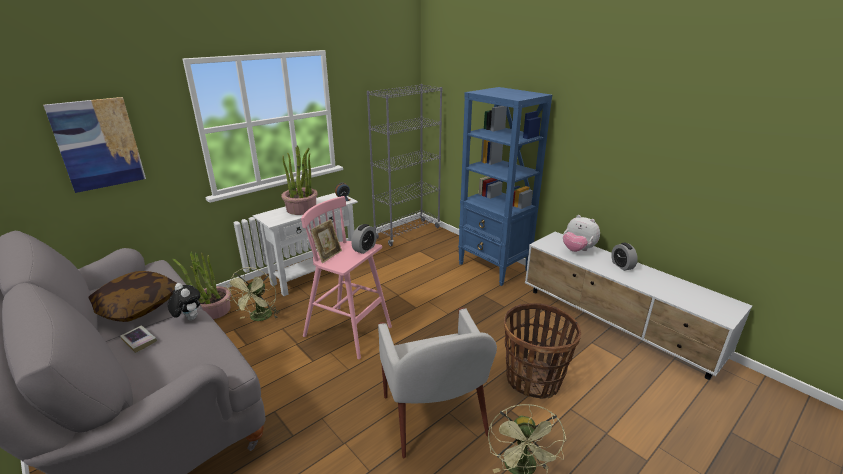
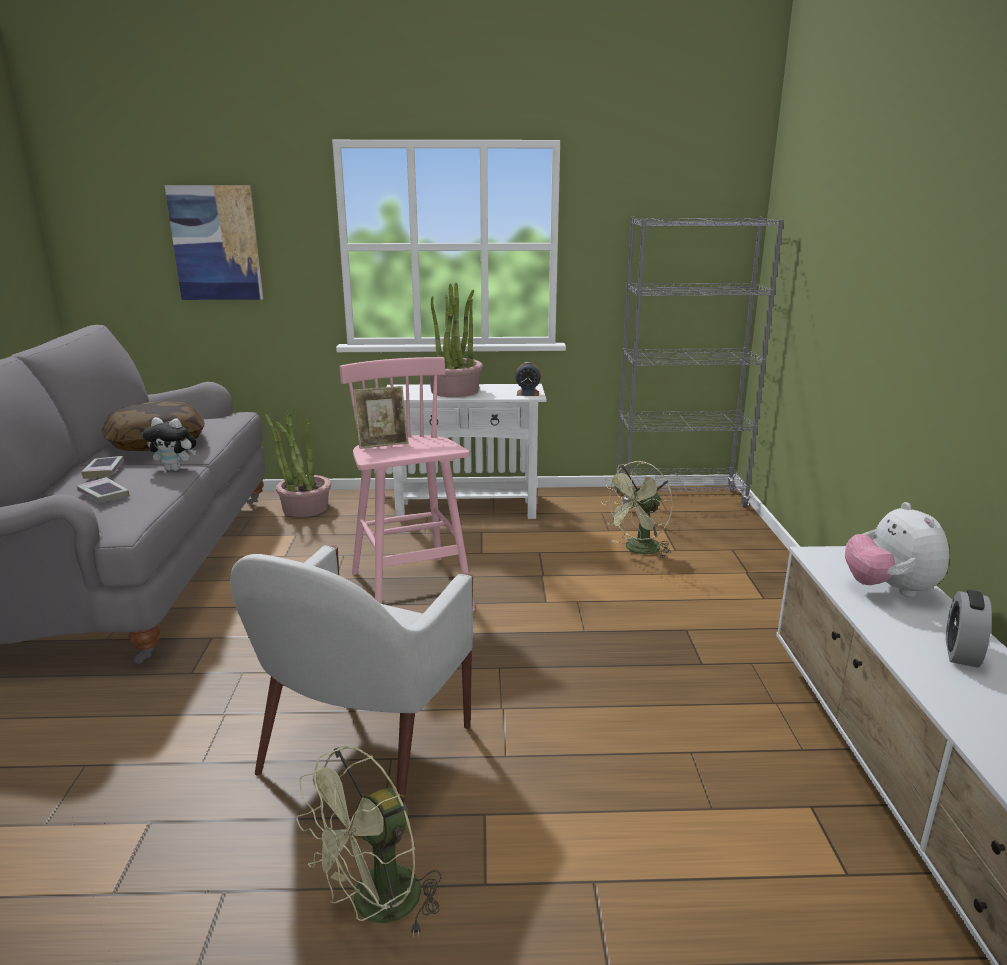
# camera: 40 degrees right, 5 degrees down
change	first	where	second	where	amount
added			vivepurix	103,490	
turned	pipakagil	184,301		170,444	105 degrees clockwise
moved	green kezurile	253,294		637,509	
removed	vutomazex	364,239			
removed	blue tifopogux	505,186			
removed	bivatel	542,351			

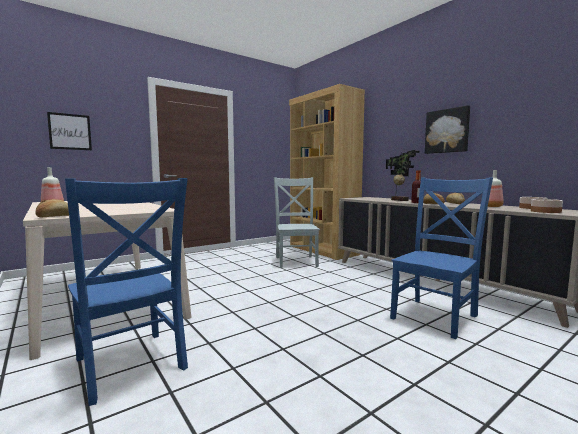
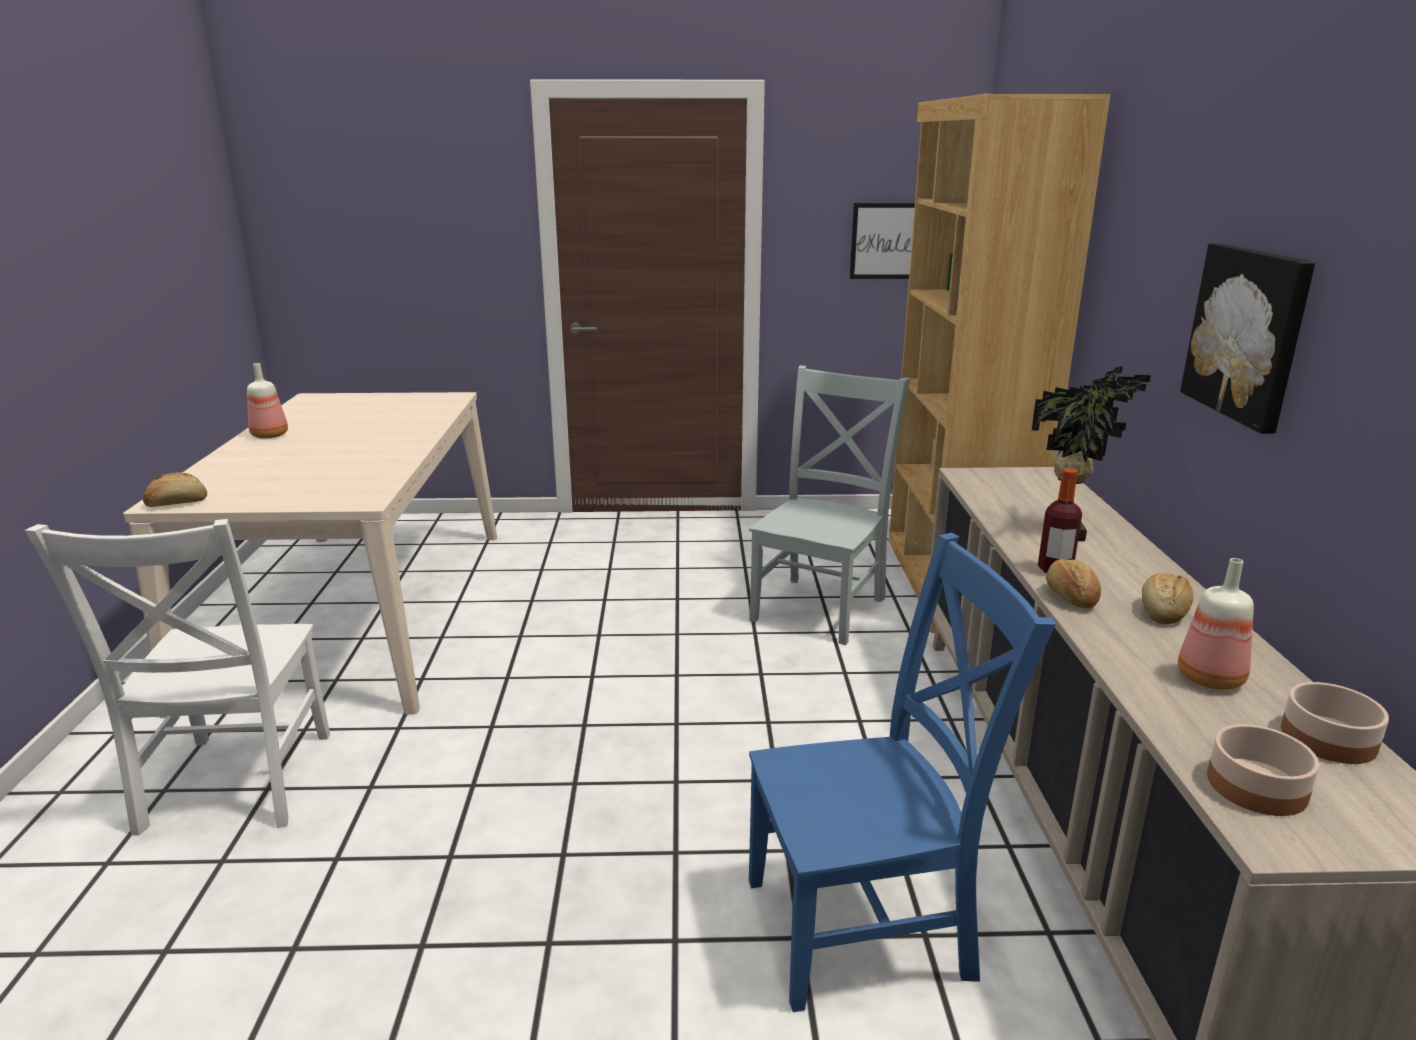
# camera: 35 degrees right, 15 degrees up
change	first	where	second	where	amount
recoloured	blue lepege	126,292	white lepege	177,677	
moved	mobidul	69,131		882,241	

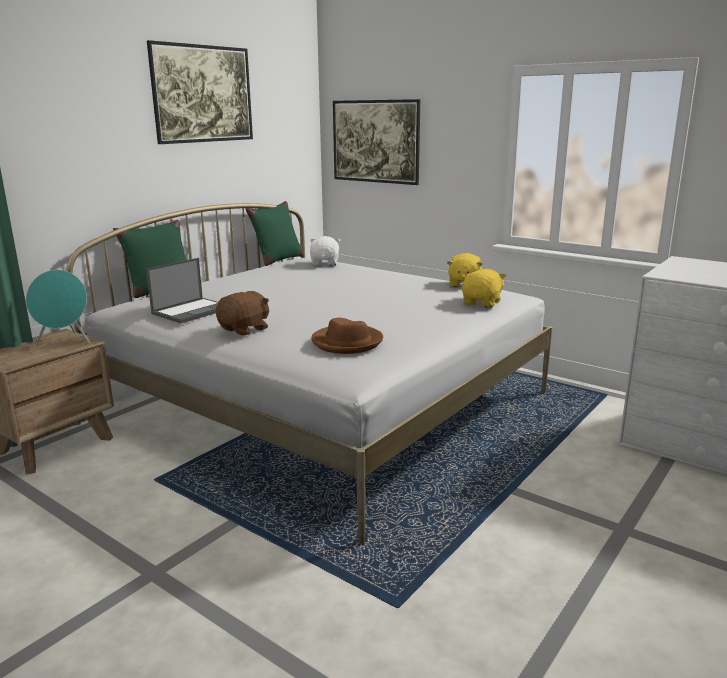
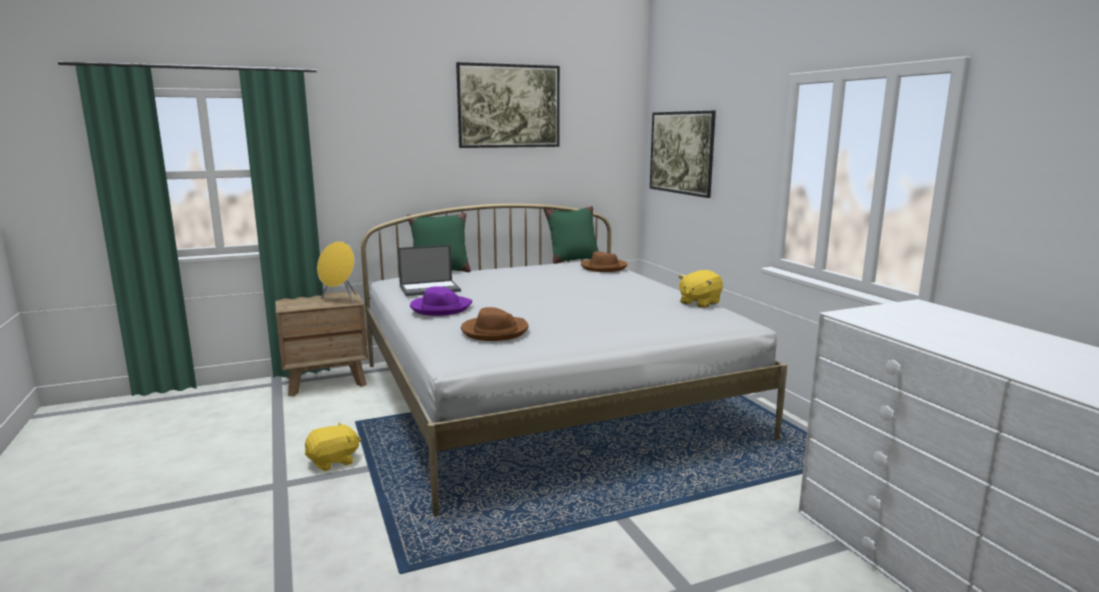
# camera: 30 degrees right, 5 degrees down
change	first	where	second	where	amount
moved	yellow pipakagil	484,288		333,446	
recoloured	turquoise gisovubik	58,307	yellow gisovubik	337,272	
replaced	brown pipakagil	242,313	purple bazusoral	441,301	
replaced	white pipakagil	325,251	brown bazusoral	604,262	

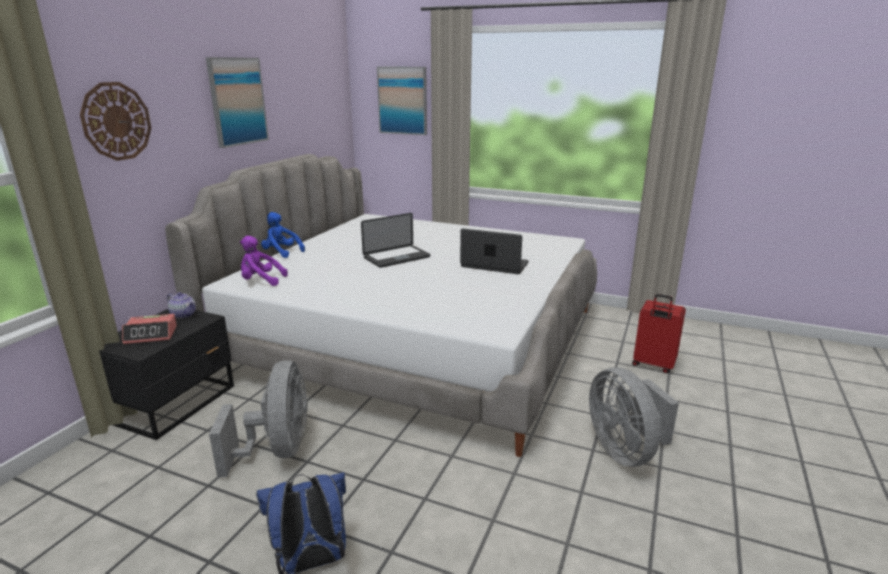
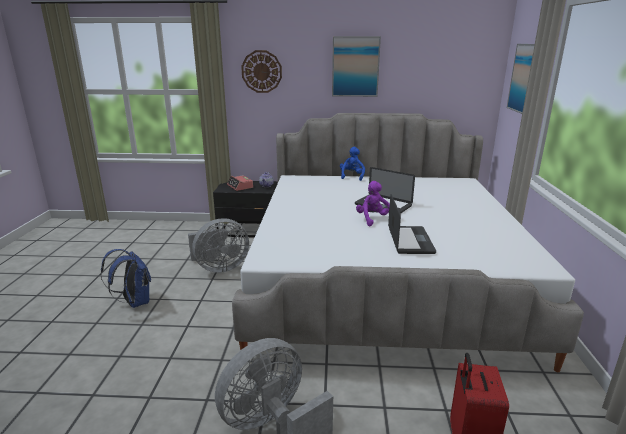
# camera: 70 degrees right, 0 degrees up
change	first	where	second	where	amount
moved	purple pipakagil	264,261		373,203	

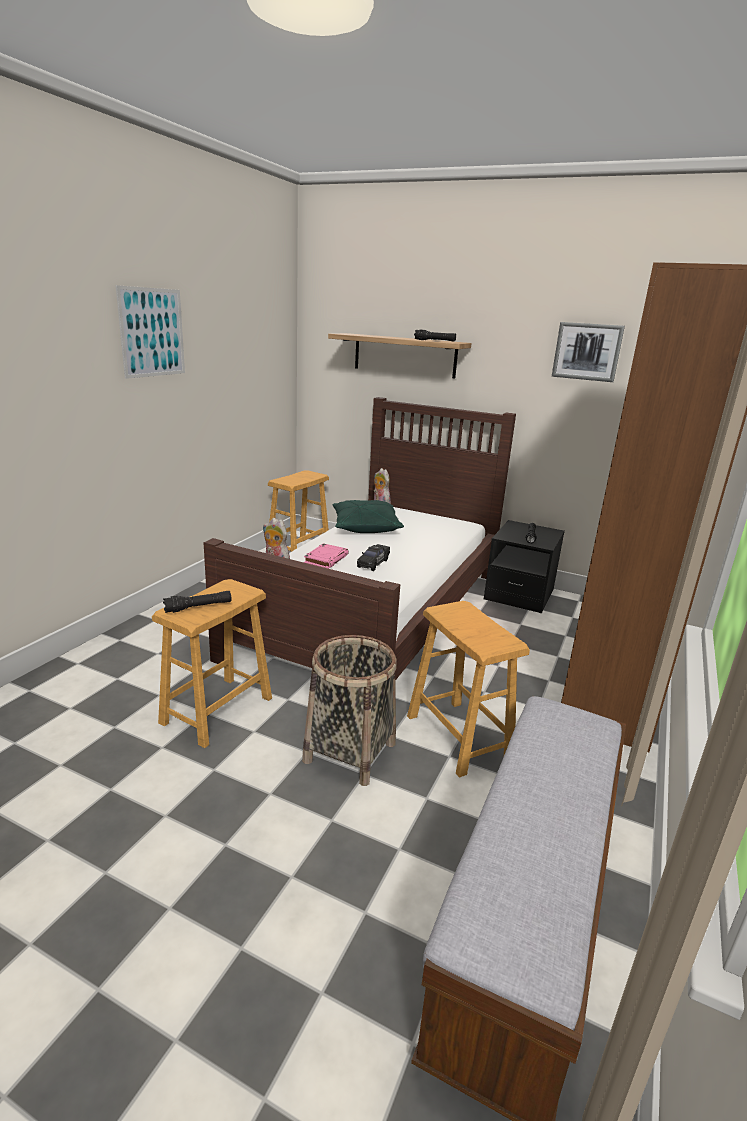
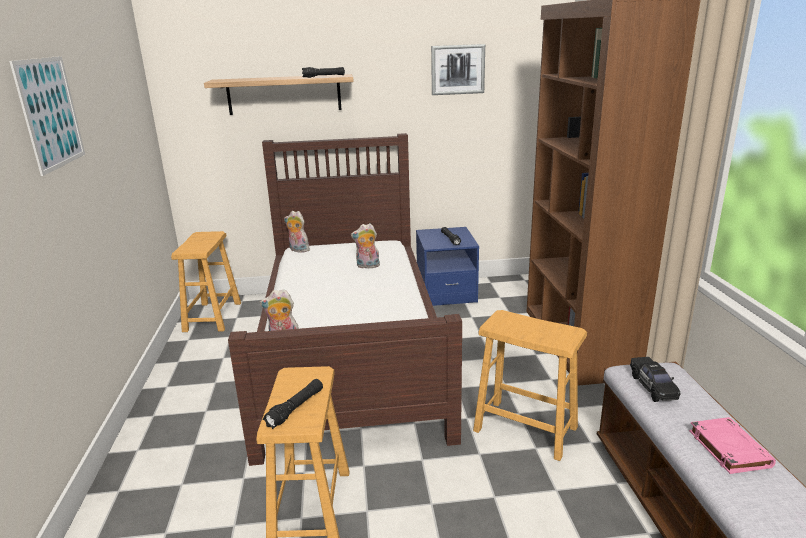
# camera: 30 degrees left, 0 degrees up
change	first	where	second	where	amount
added			pipakagil	365,245	
recoloured	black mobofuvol	524,566	blue mobofuvol	447,266	
moved	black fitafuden	373,557		655,379	
moved	pink vivepurix	326,556		732,445	
removed	bivatel	349,710			
removed	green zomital	368,516			

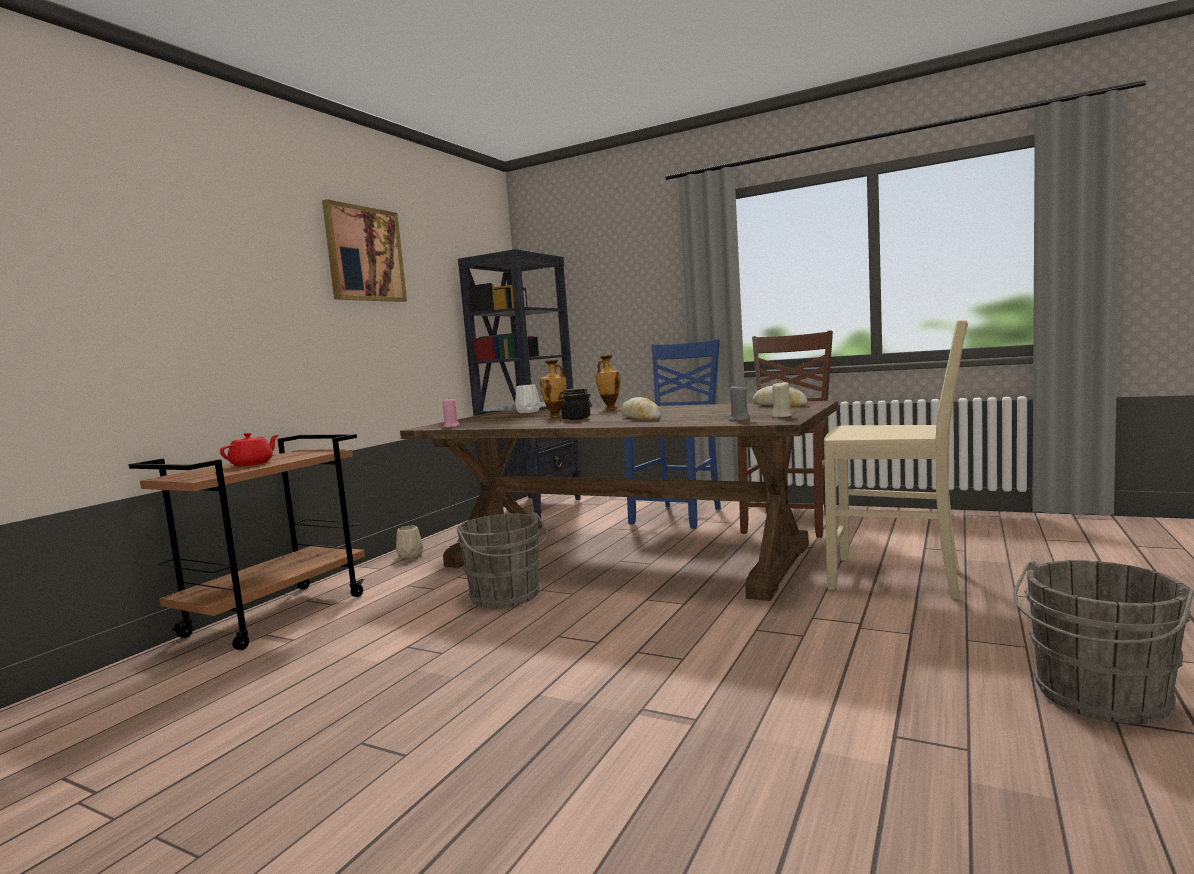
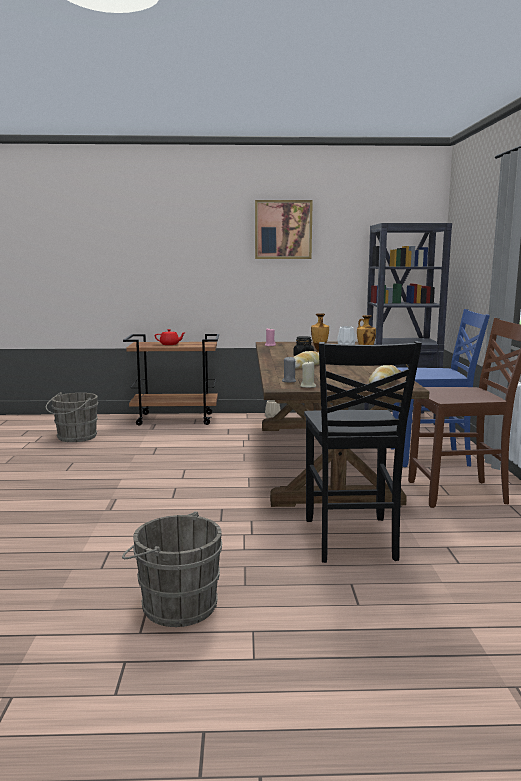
# camera: 60 degrees right, 5 degrees up
change	first	where	second	where	amount
moved	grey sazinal	502,560		72,417	
recoloured	beige lepege	896,460	black lepege	363,452	

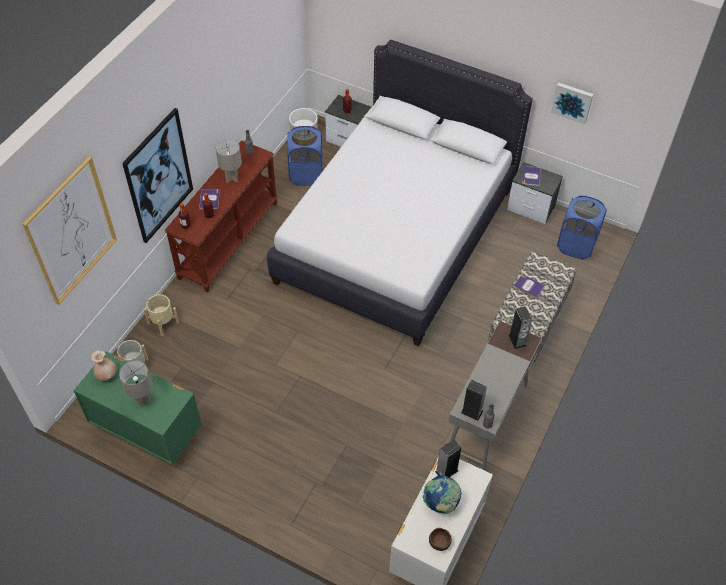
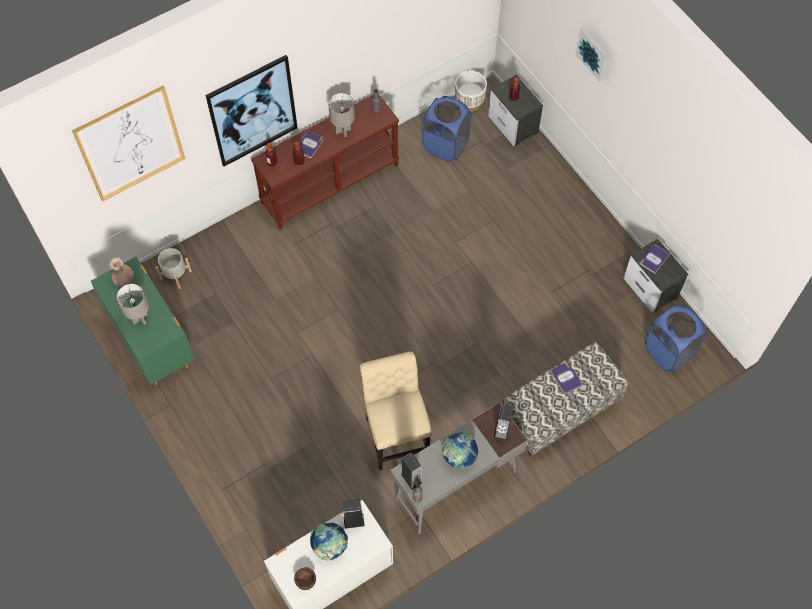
# camera: 30 degrees right, 10 degrees up
change	first	where	second	where	amount
added			beige lepege	396,411	
added			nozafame	460,450	
moved	mobidul	572,103		592,54	
removed	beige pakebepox	161,315			
removed	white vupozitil	400,193			

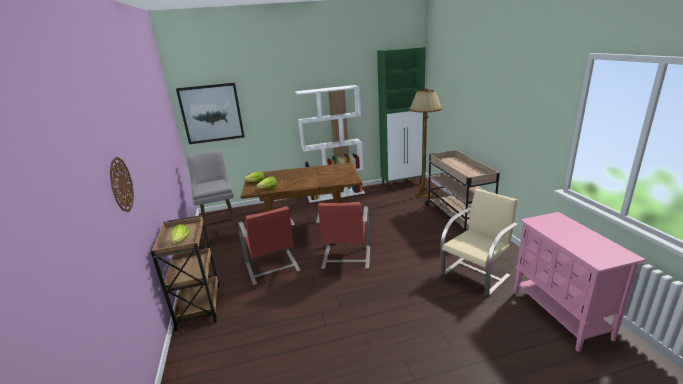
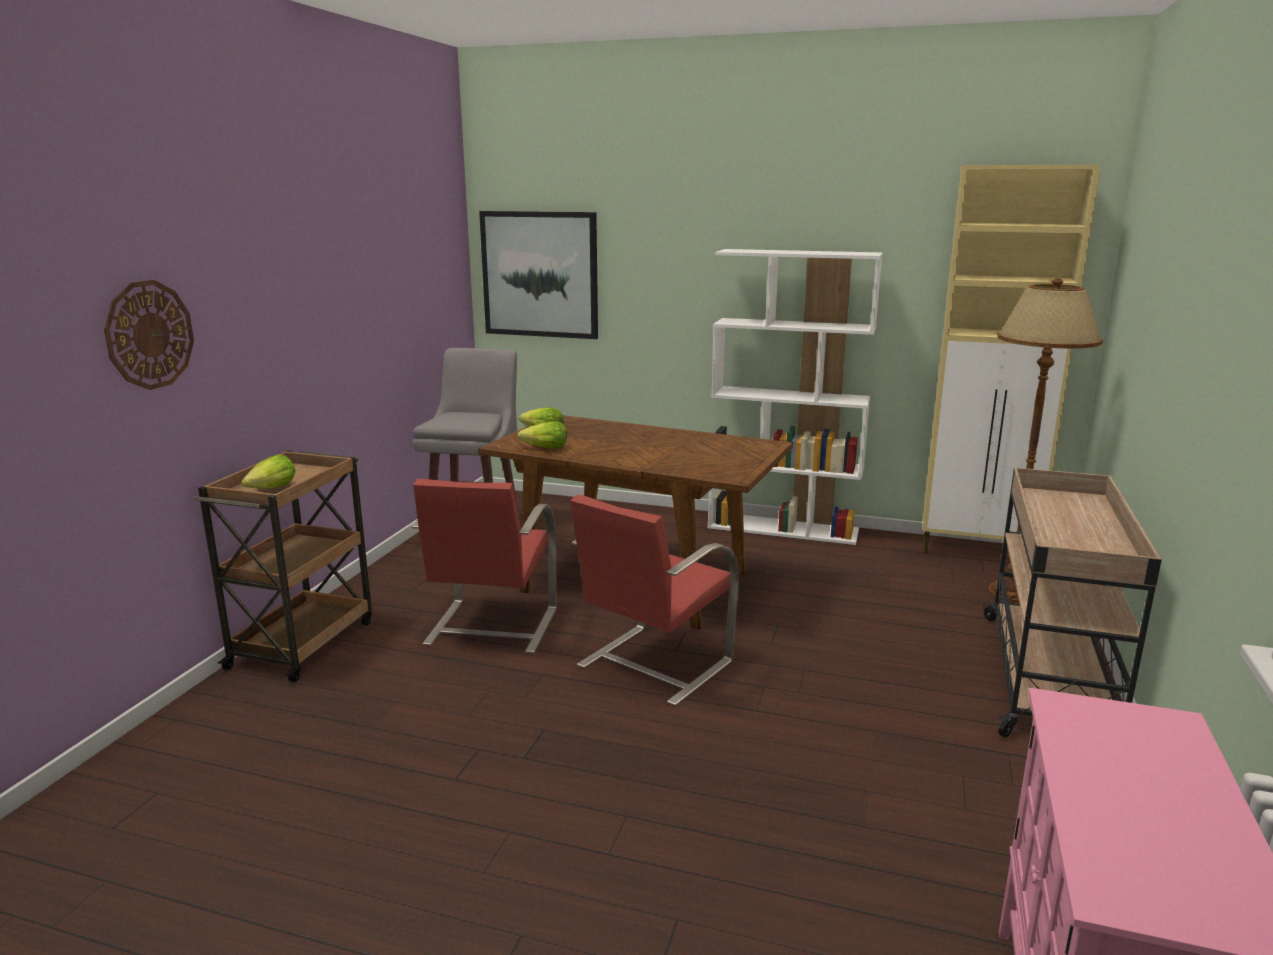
# camera: 30 degrees right, 5 degrees down
change	first	where	second	where	amount
recoloured	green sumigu	401,118	beige sumigu	1012,359	
removed	beige lepege	479,242			

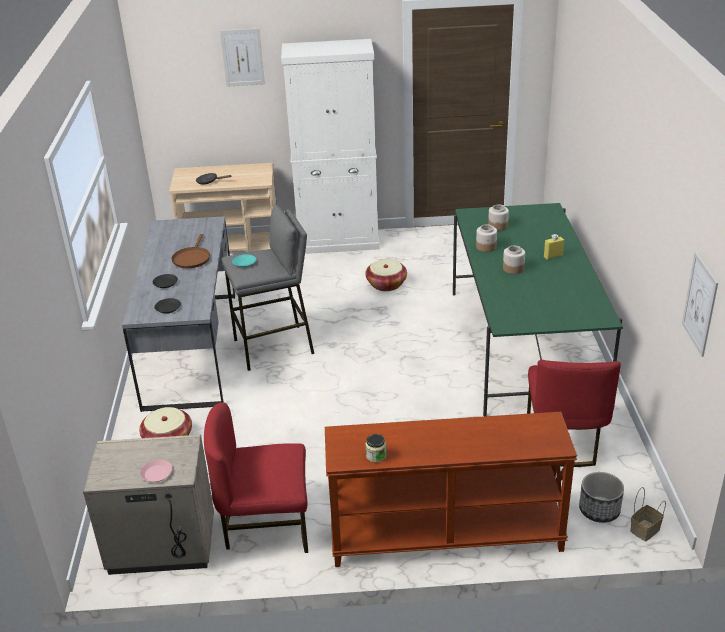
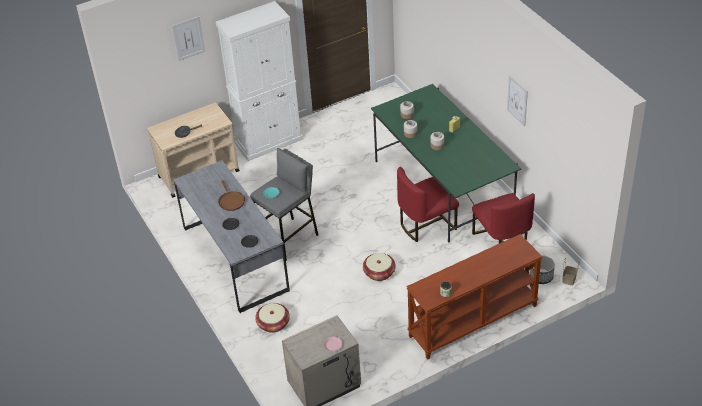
# camera: 25 degrees left, 10 degrees up
change	first	where	second	where	amount
moved	bivatel	386,275		379,267	
moved	red lepege	256,477		428,204	
moved	mobidul	700,304		517,101	

